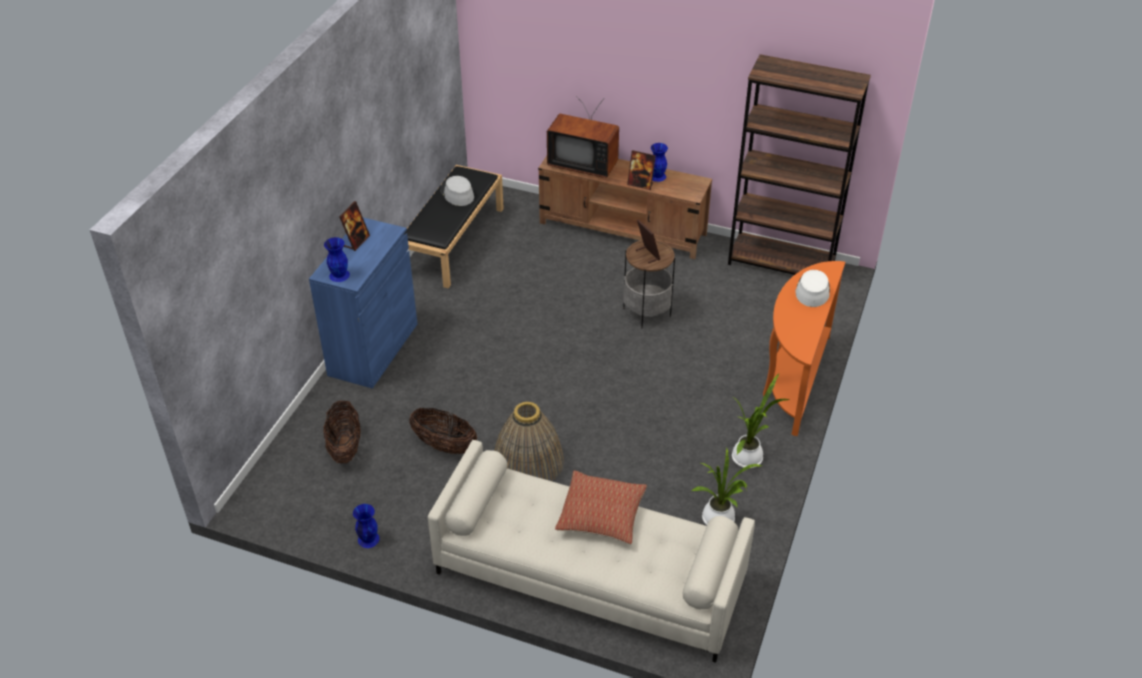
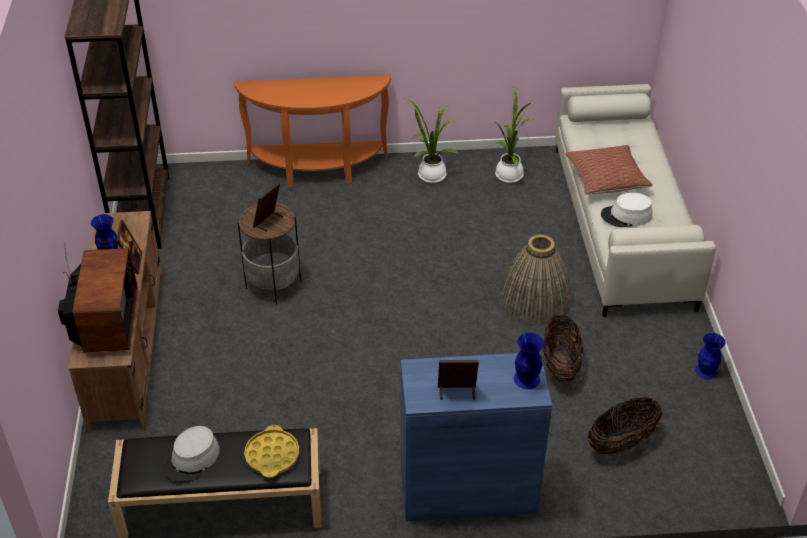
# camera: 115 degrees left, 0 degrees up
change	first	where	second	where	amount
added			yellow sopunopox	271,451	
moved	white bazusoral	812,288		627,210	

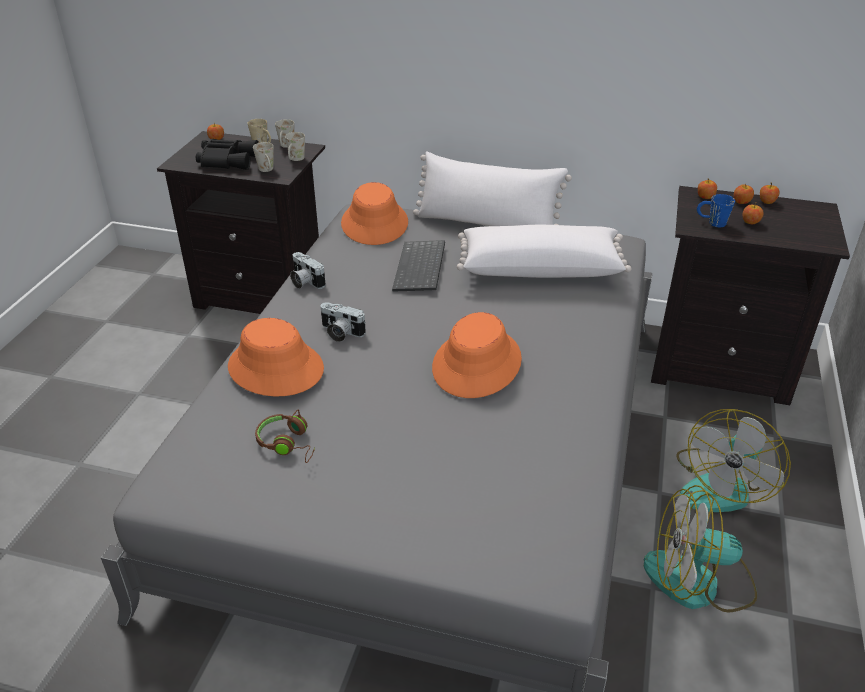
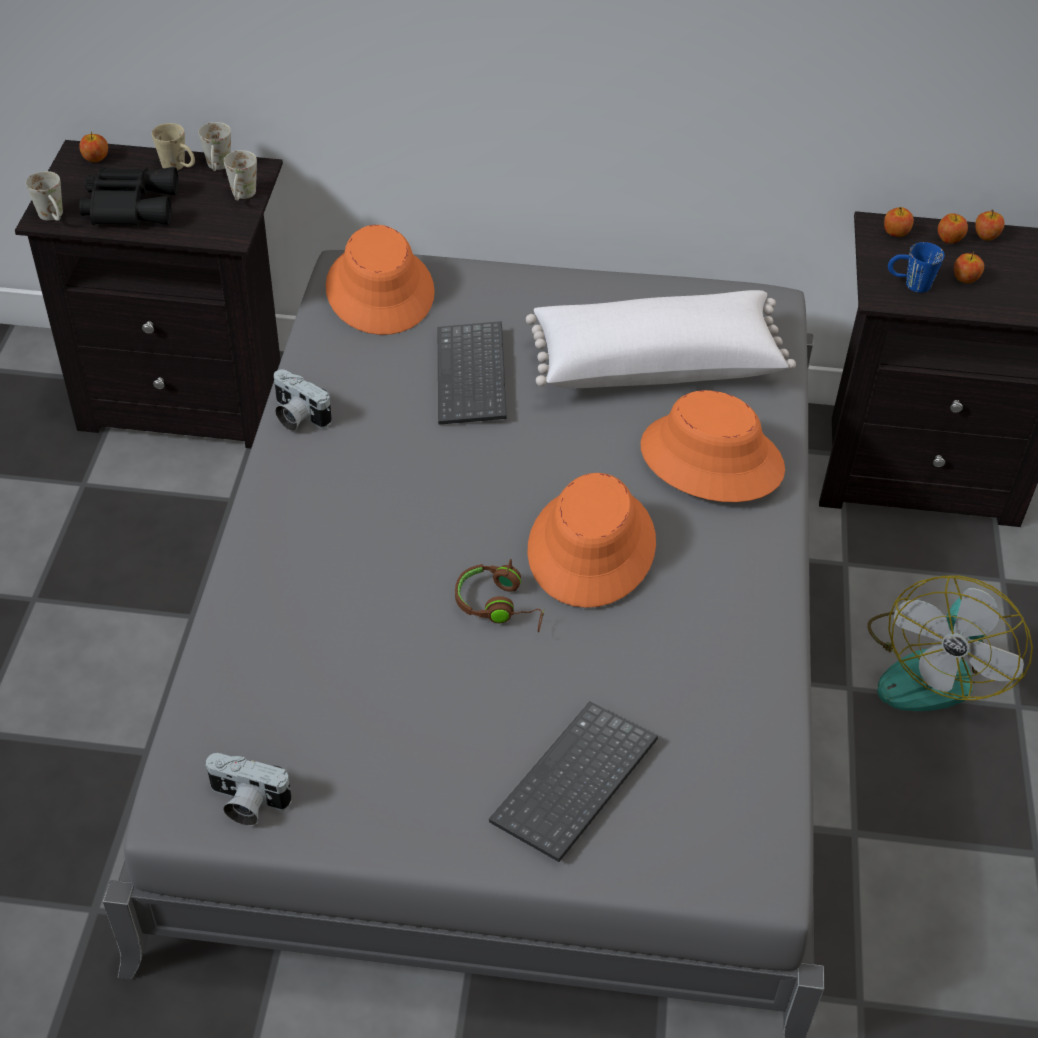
# camera: 10 degrees left, 10 degrees up
change	first	where	second	where	amount
moved	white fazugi	263,157		44,196	
moved	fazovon	343,322		248,789	
moved	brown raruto	285,436		499,596	
added			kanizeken	573,781	
moved	orange bazusoral	276,357		713,446	
removed	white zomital	492,188			
removed	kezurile	700,548			

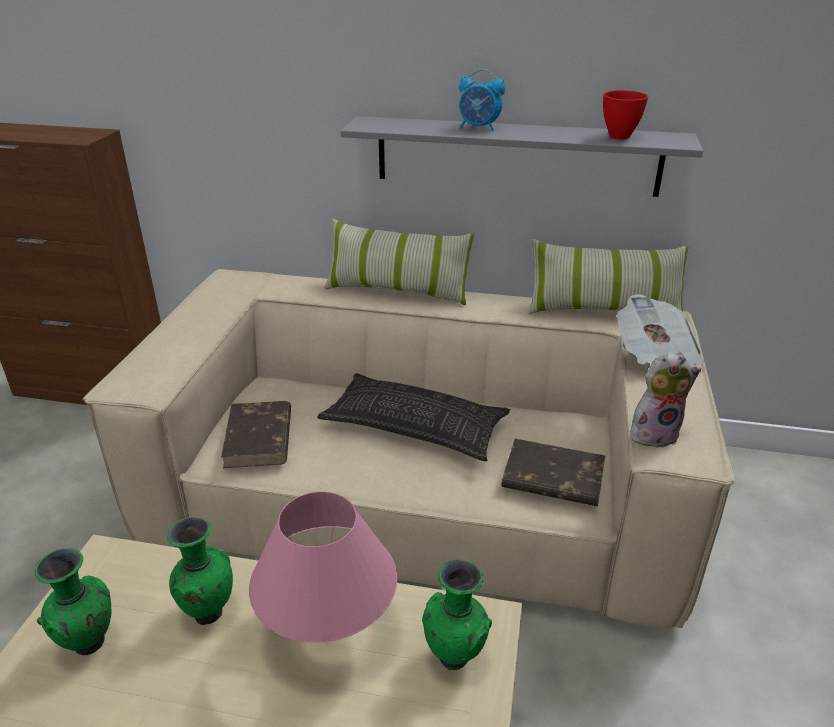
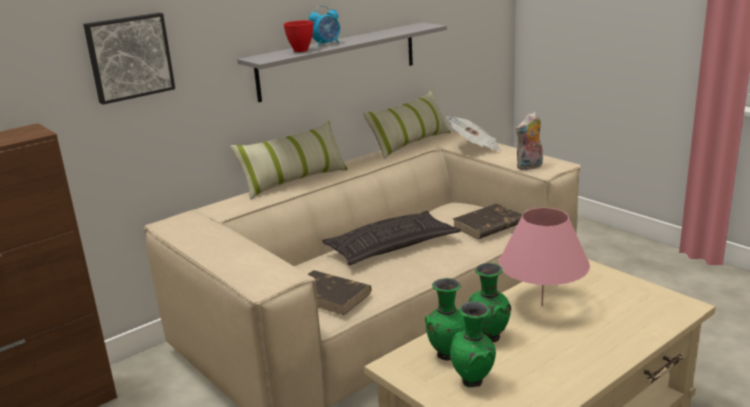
# camera: 50 degrees left, 10 degrees down
change	first	where	second	where	amount
added			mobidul	129,59	
moved	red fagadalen	625,114		298,36	
moved	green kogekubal	457,614		445,319	
turned	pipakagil	666,399		529,141	150 degrees counterclockwise

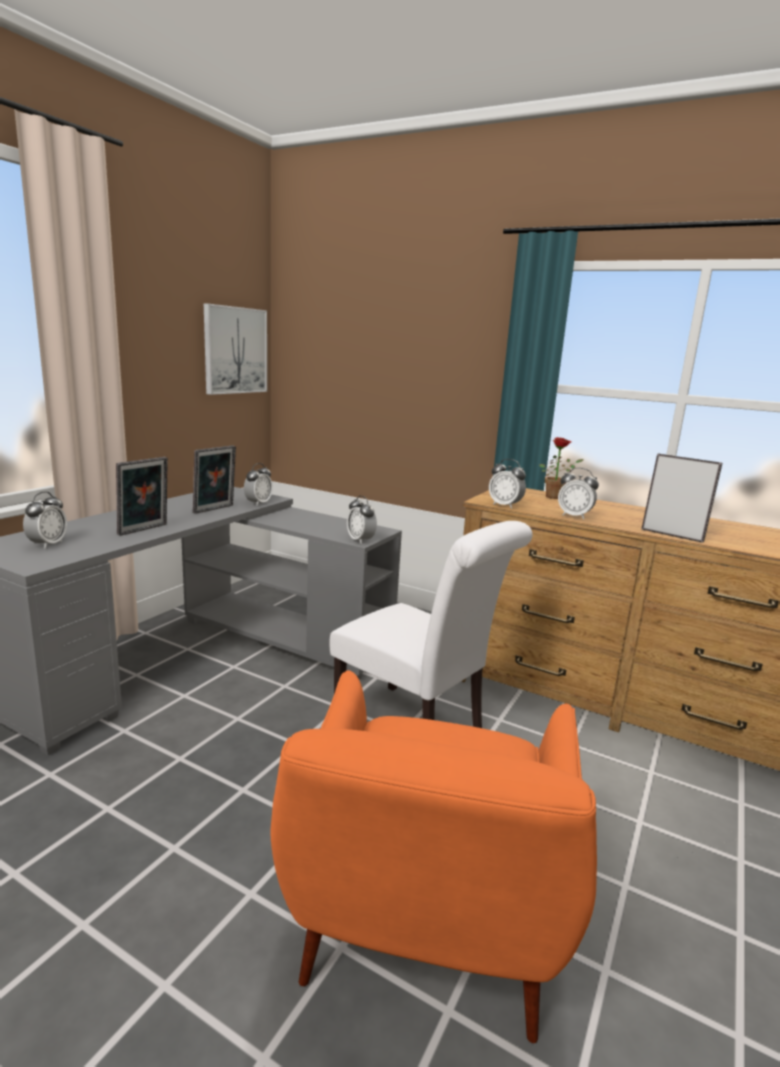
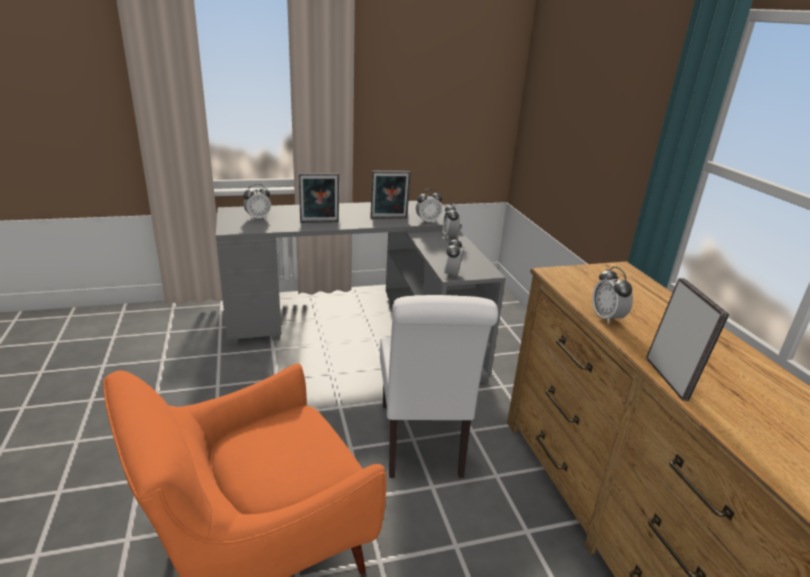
# camera: 45 degrees right, 10 degrees up
change	first	where	second	where	amount
moved	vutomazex	507,484		451,221	
removed	mobidul	235,349			
removed	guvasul	561,468			

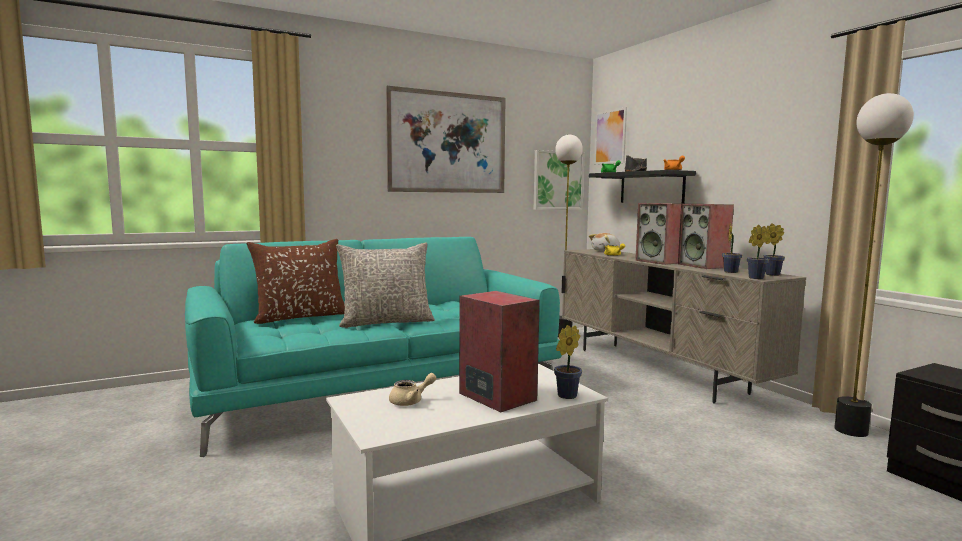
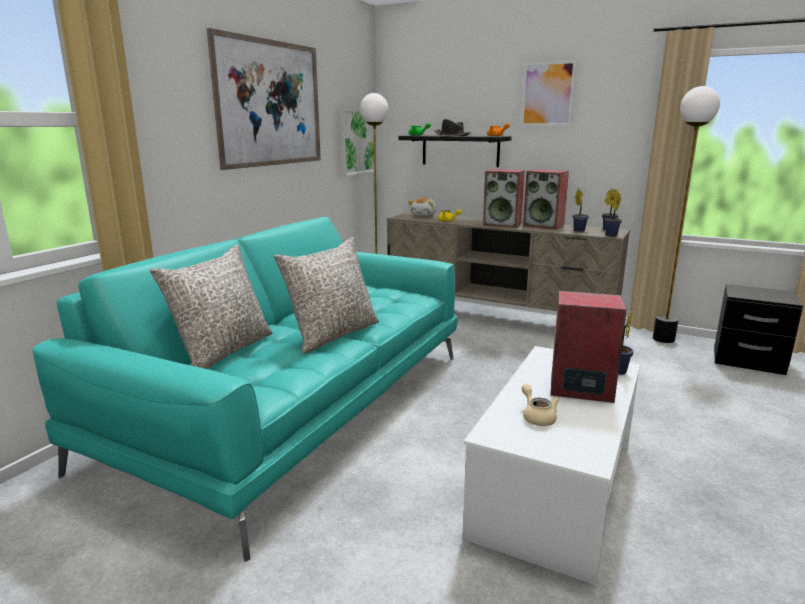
# camera: 35 degrees left, 10 degrees up
change	first	where	second	where	amount
recoloured	brown zomital	296,281	grey zomital	211,306	
moved	mobidul	610,136		549,93	
turned	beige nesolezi	412,389		540,405	45 degrees counterclockwise

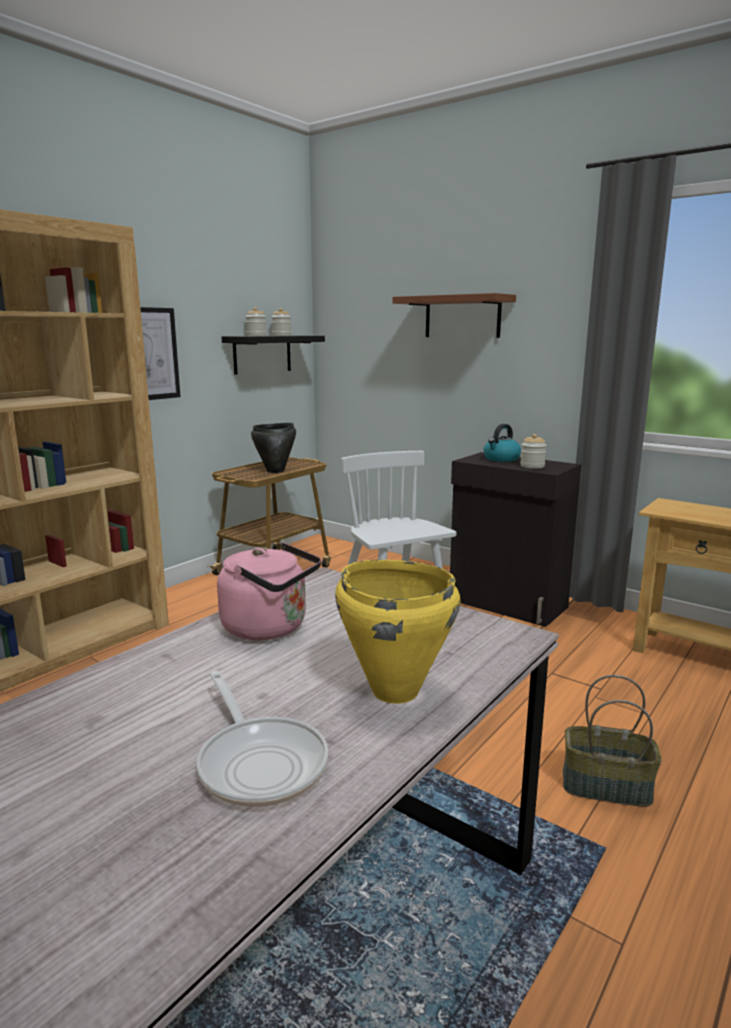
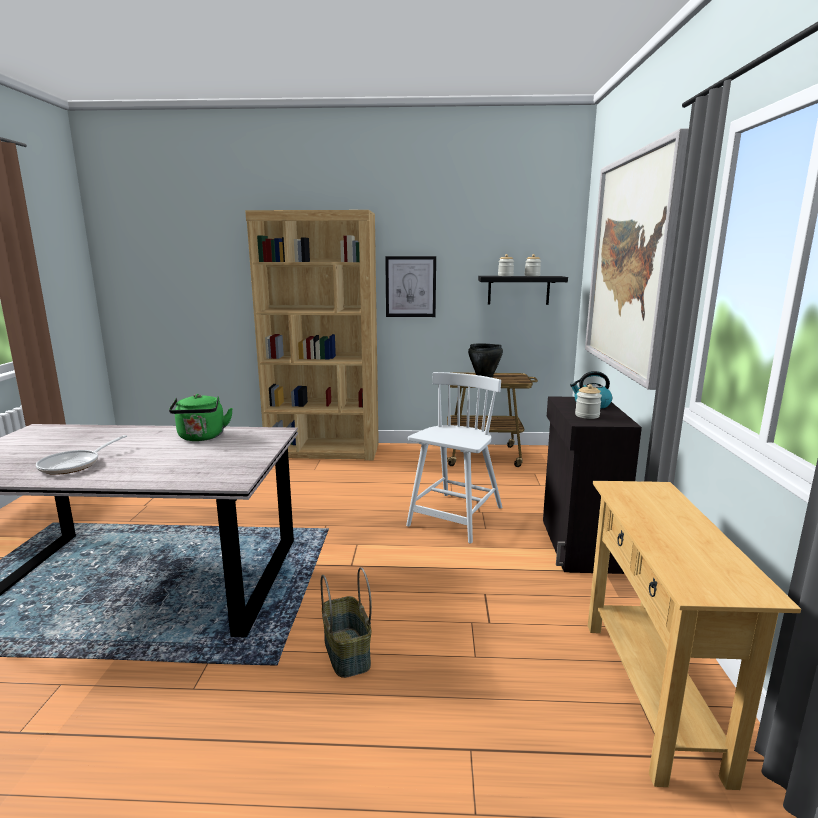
# camera: 55 degrees right, 0 degrees up
change	first	where	second	where	amount
recoloured	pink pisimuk	269,591	green pisimuk	201,417	
replaced	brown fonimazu	454,315	mobidul	637,259	
removed	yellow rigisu	397,632			

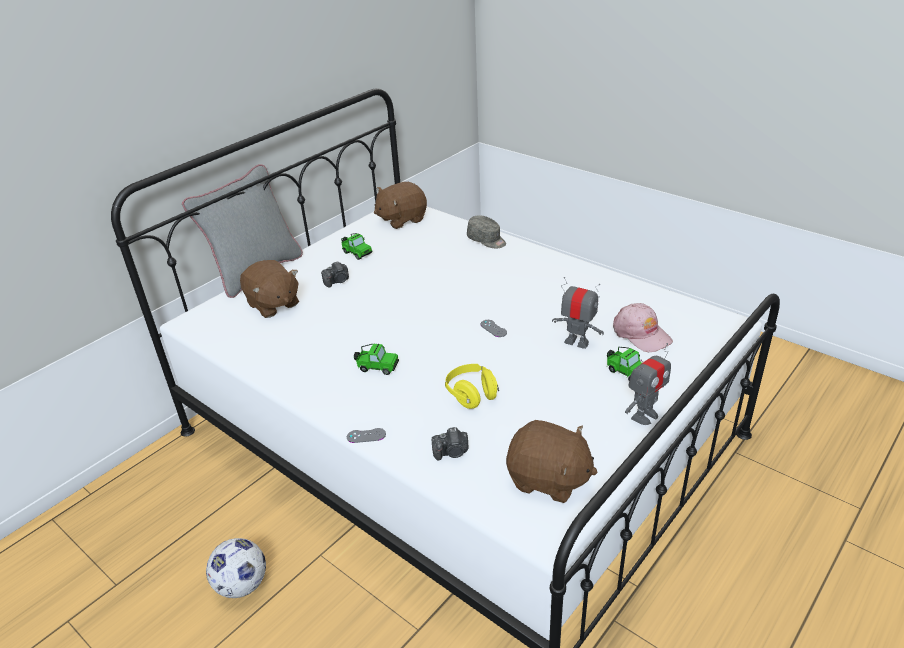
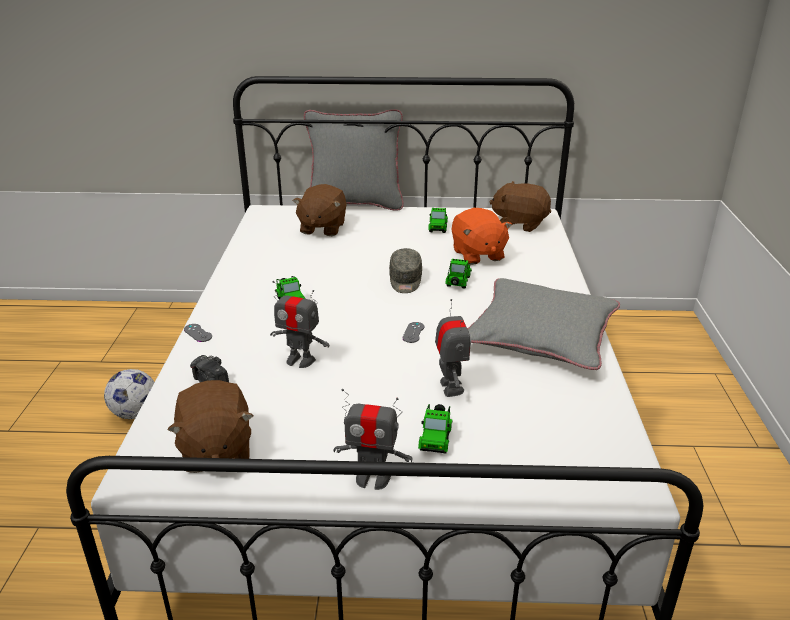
# camera: 50 degrees right, 5 degrees down
change	first	where	second	where	amount
replaced	yellow raruto	472,386	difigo	300,324	
moved	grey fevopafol	486,231		405,270	
added			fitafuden	458,273	
added			orange pipakagil	481,236	
added			grey zomital	543,324	
removed	fazovon	335,274			
removed	pink fevopafol	643,327			

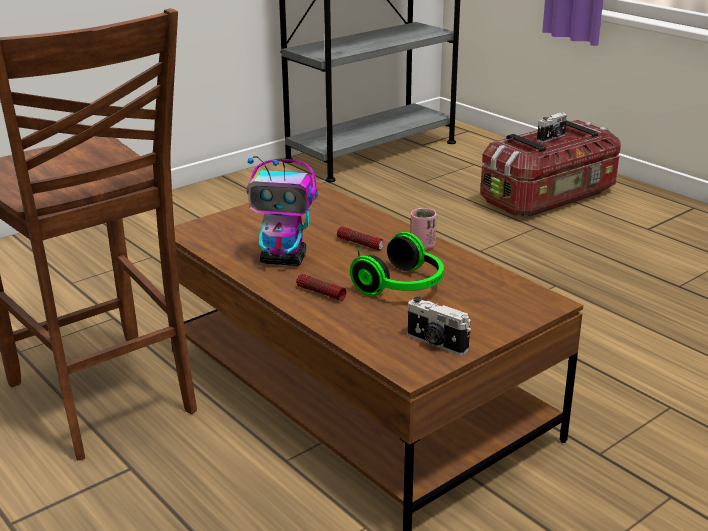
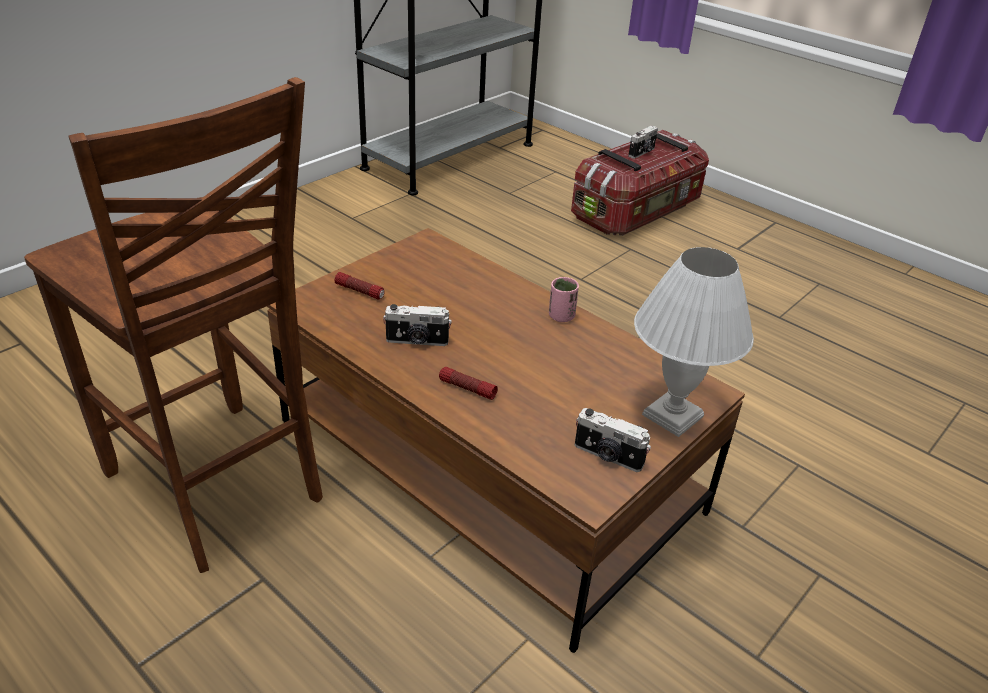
# camera: 10 degrees left, 10 degrees up
change	first	where	second	where	amount
moved	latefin	360,238		360,286	
replaced	difigo	282,211	fazovon	417,325	
added			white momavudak	694,342	
removed	raruto	397,264			

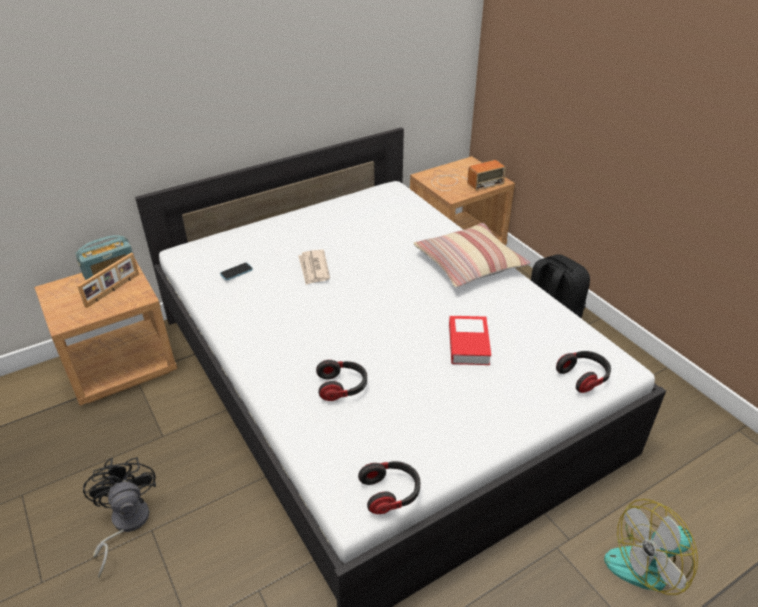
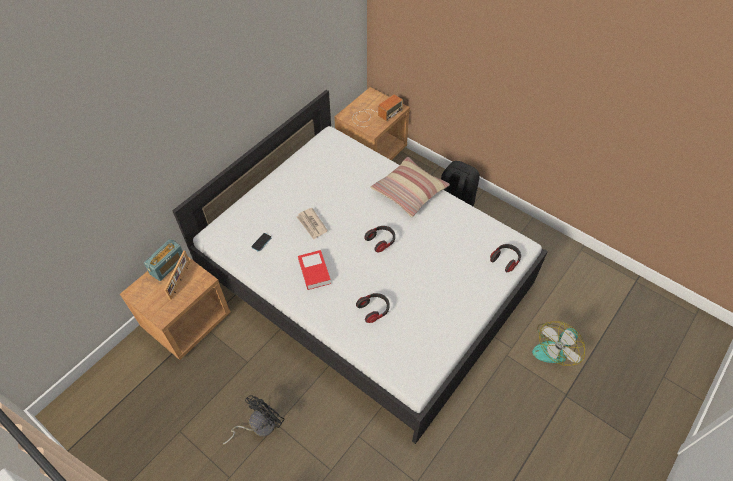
# camera: 20 degrees left, 15 degrees up
change	first	where	second	where	amount
turned	black kezurile	119,517		254,419	75 degrees clockwise
moved	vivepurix	470,340		314,270	
moved	raruto	389,487		379,239	

